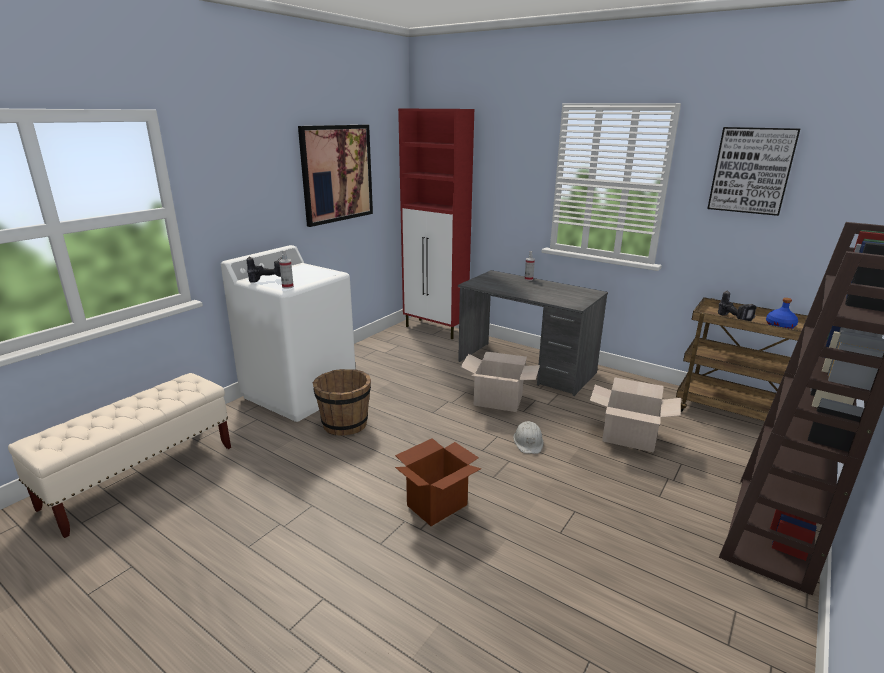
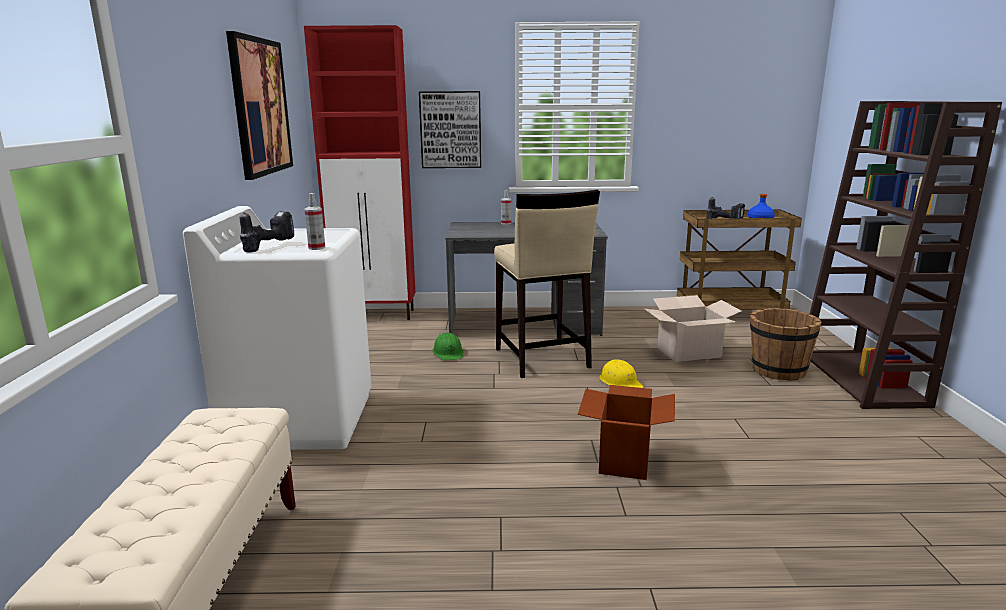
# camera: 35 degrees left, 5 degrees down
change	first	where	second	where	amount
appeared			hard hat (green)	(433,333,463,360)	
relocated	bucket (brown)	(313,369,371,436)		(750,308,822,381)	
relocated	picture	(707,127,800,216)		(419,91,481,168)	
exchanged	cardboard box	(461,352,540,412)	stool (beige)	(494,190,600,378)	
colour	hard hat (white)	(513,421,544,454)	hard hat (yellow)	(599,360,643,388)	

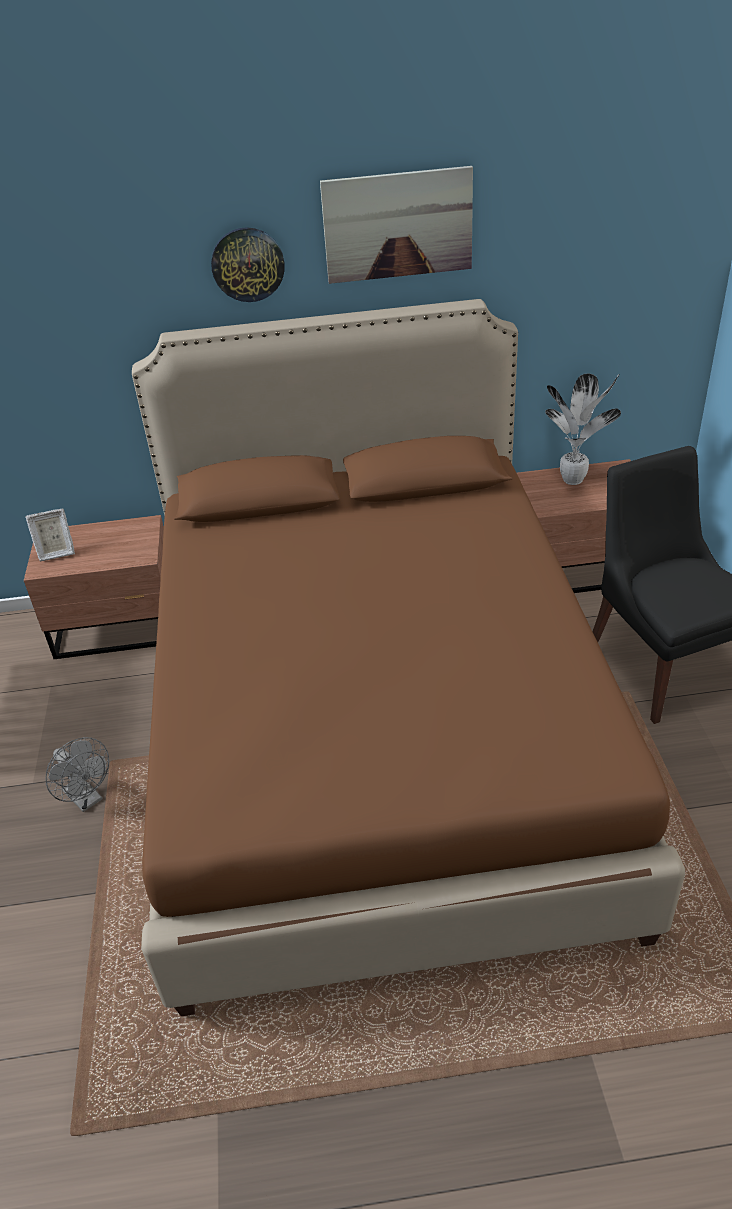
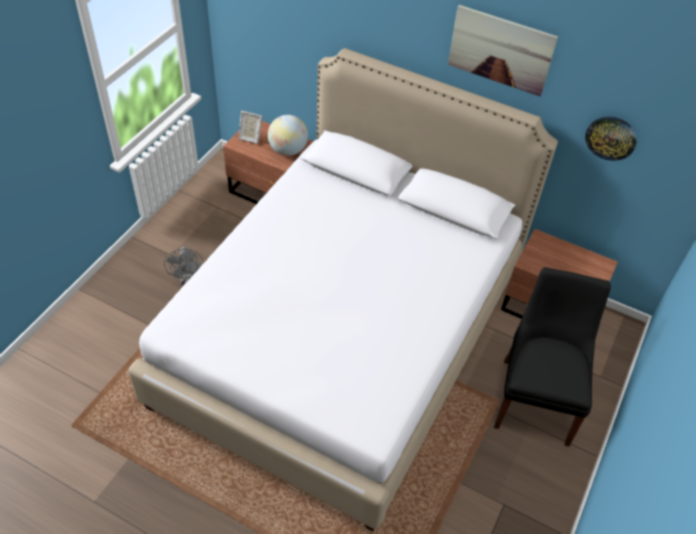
# camera: 30 degrees right, 10 degrees up
change	first	where	second	where	amount
missing	potted plant	(545,373,621,485)			
appeared			globe	(268,115,308,156)	
relocated	wall clock	(211,227,285,302)		(585,117,637,161)	
colour	bed (brown)	(132,299,685,1016)	bed (white)	(128,48,558,532)	

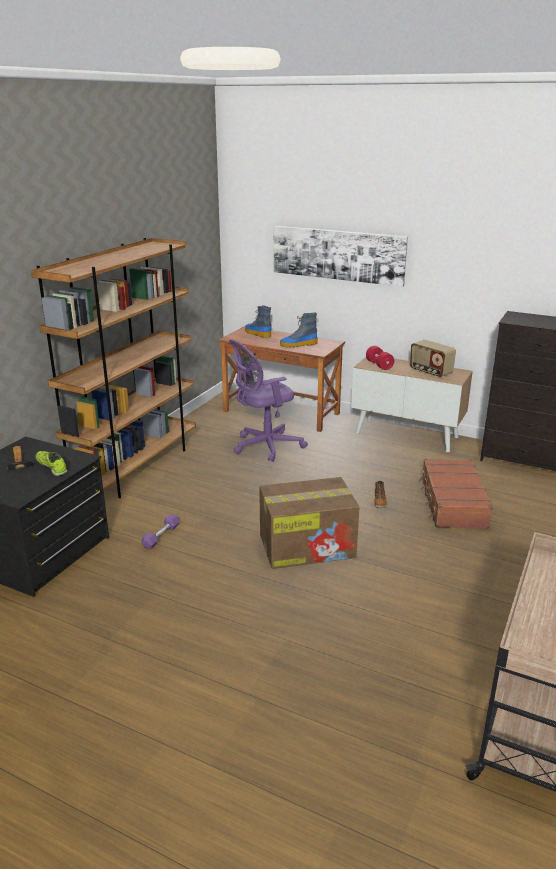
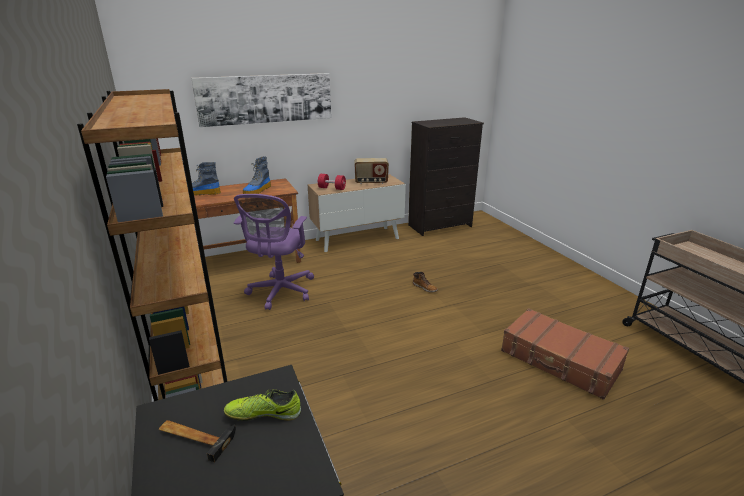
# camera: 50 degrees left, 0 degrees up
change	first	where	second	where	amount
missing	dumbbell (purple)	(141,514,180,549)			
missing	cardboard box	(259,477,359,569)			
relocated	suitcase (brown)	(419,459,493,529)		(501,308,629,400)	

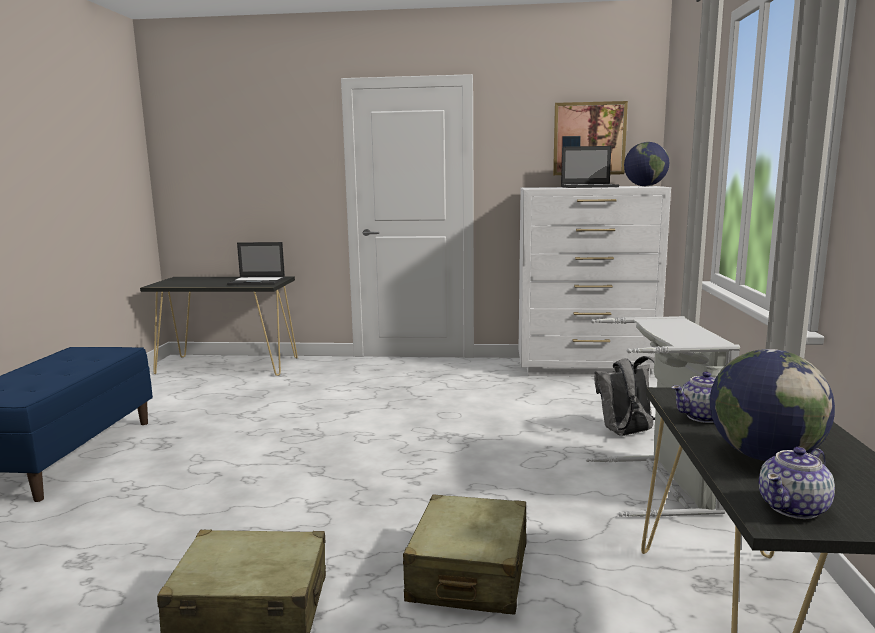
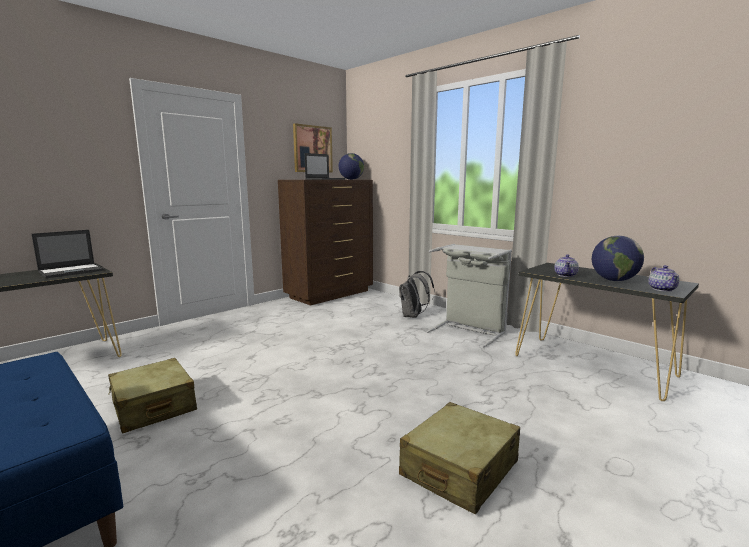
# camera: 50 degrees left, 0 degrees up
change	first	where	second	where	amount
relocated	suitcase (beige)	(403,494,527,615)		(108,358,197,434)	
colour	dresser (white)	(519,186,671,377)	dresser (brown)	(278,180,373,306)	

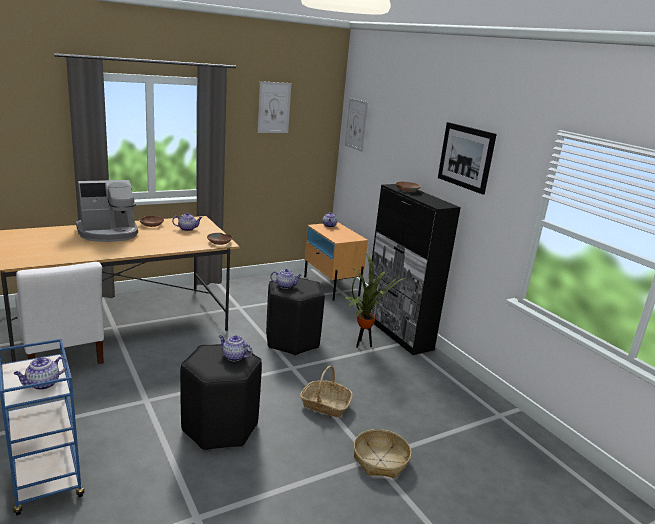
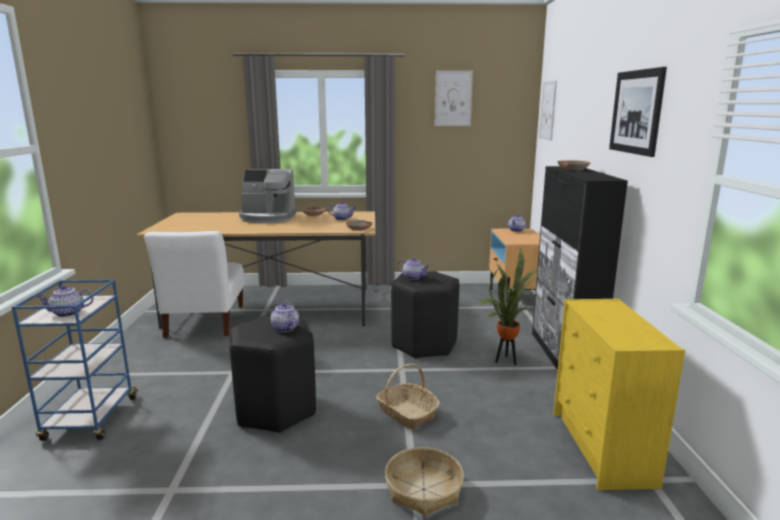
# camera: 30 degrees right, 5 degrees down
change	first	where	second	where	amount
appeared			dresser (yellow)	(553,299,685,490)	

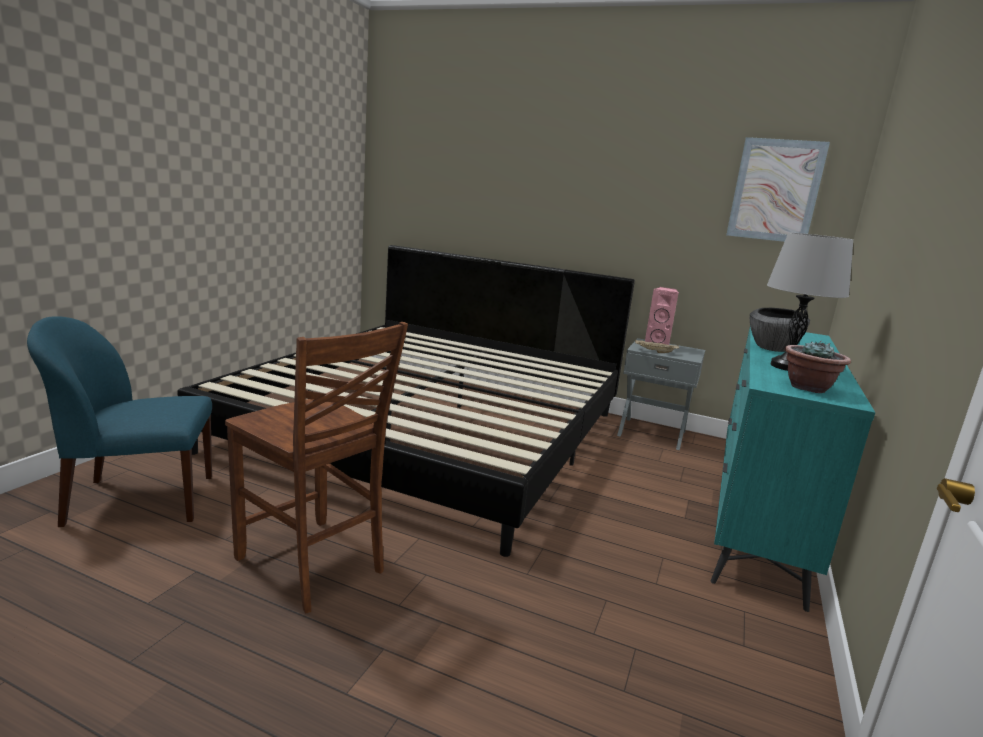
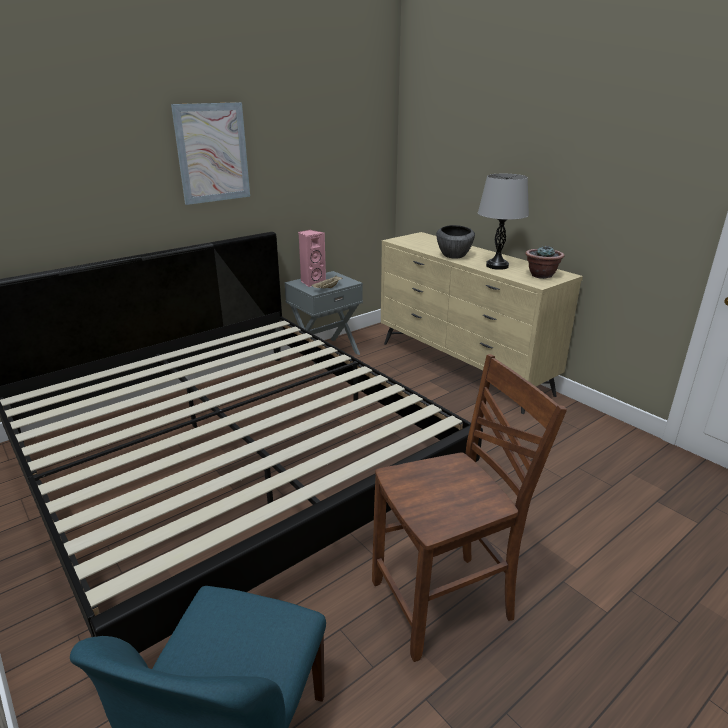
# camera: 60 degrees left, 10 degrees up
change	first	where	second	where	amount
relocated	picture	(726,137,830,242)		(171,102,250,205)	
colour	dresser (turquoise)	(711,327,875,612)	dresser (beige)	(381,232,583,414)	

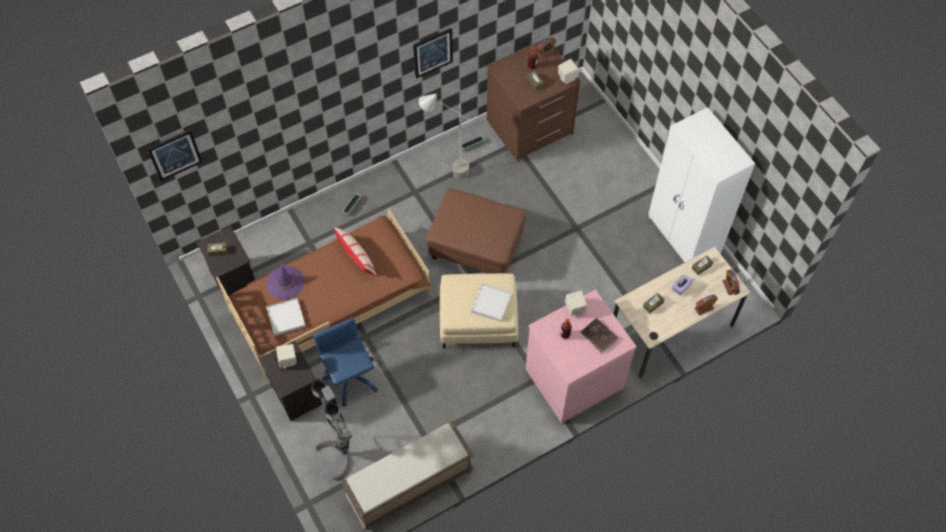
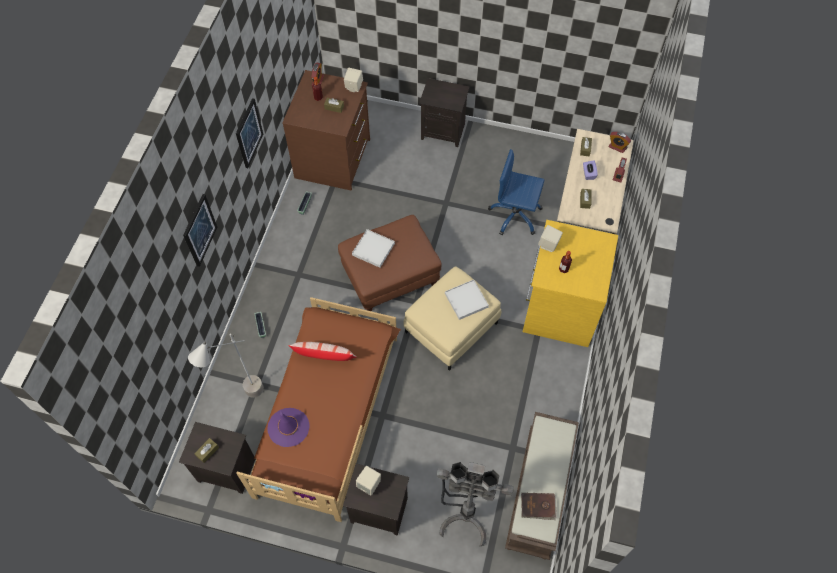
# camera: 45 degrees left, 0 degrees up
change	first	where	second	where	amount
missing	wardrobe (white)	(648,107,755,262)			
appeared			nightstand (black)	(419,78,470,147)	
relocated	picture	(147,129,202,181)		(183,194,217,267)	
relocated	tray (white)	(266,298,306,336)		(352,229,395,268)	
relocated	office chair (blue)	(313,317,378,407)		(488,149,544,235)	
relocated	floor lamp (grey)	(419,93,469,179)		(188,334,264,398)	
relocated	book (brown)	(581,318,618,353)		(521,493,557,520)	
colour	dresser (pink)	(526,290,637,423)	dresser (yellow)	(523,220,618,347)	

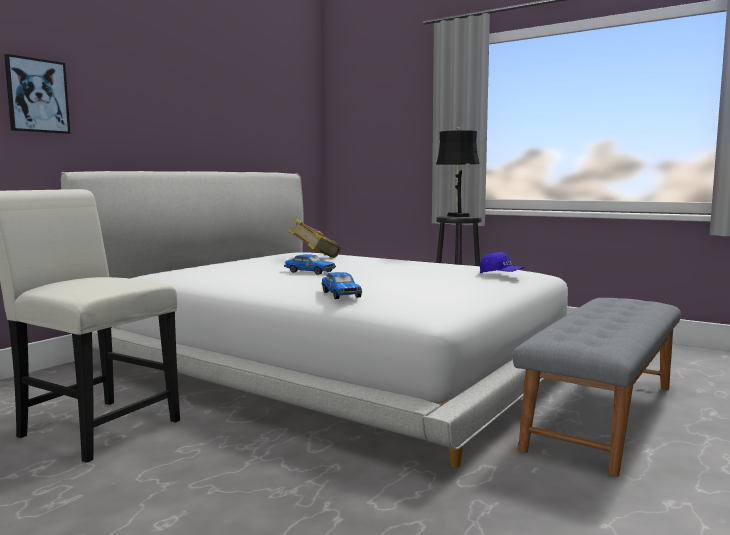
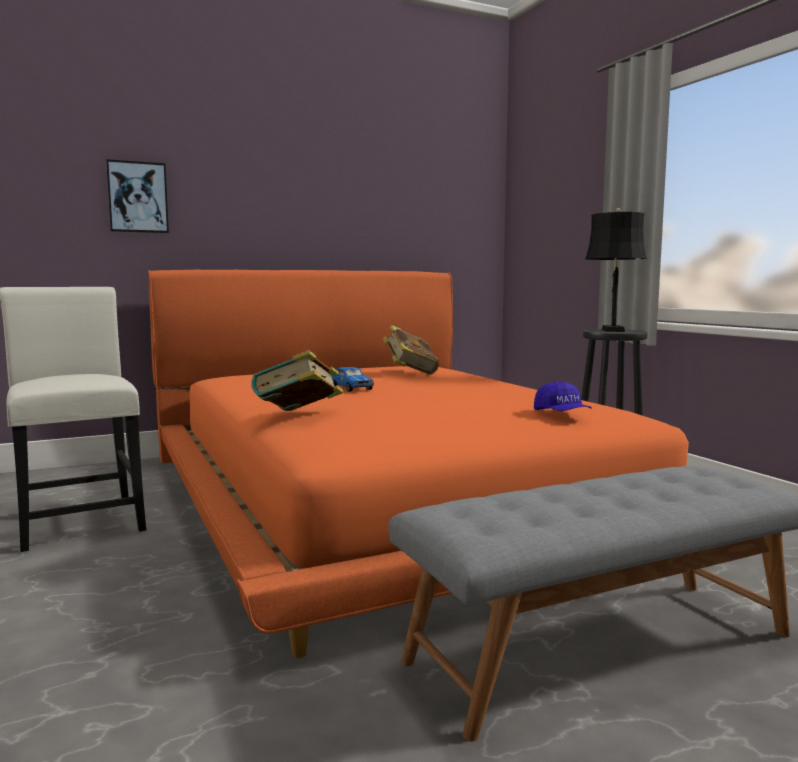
# camera: 30 degrees right, 0 degrees up
change	first	where	second	where	amount
exchanged	toy car	(321,272,362,299)	book	(252,350,344,411)	
colour	bed (white)	(61,171,568,468)	bed (orange)	(148,270,689,658)	

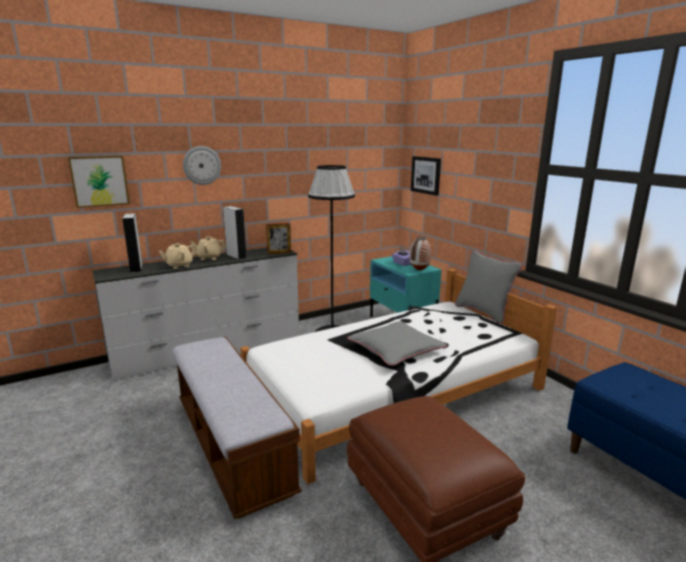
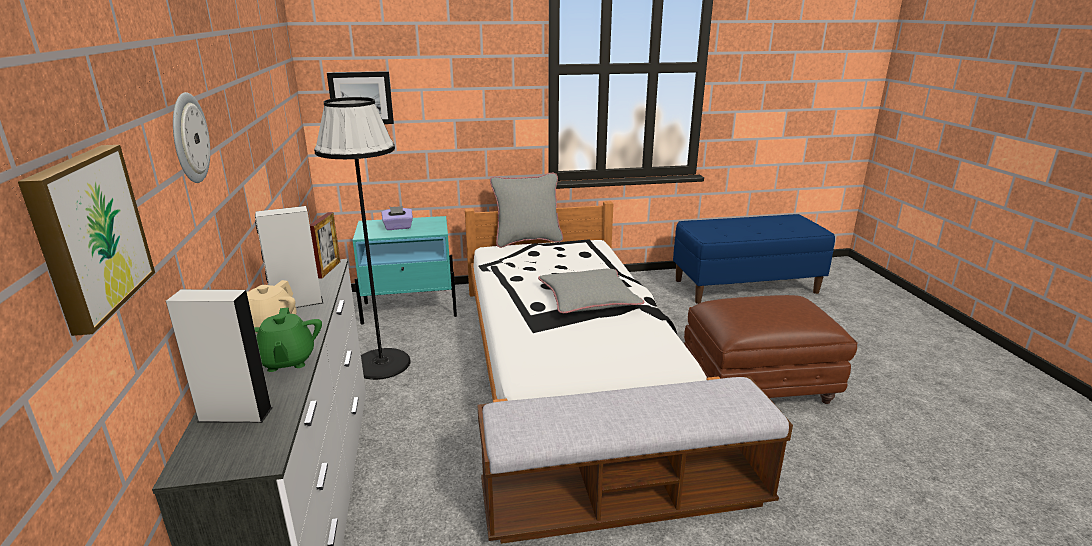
# camera: 70 degrees left, 5 degrees up
change	first	where	second	where	amount
missing	vase	(409,236,432,271)			
colour	teapot (beige)	(158,243,197,269)	teapot (green)	(254,308,322,372)	

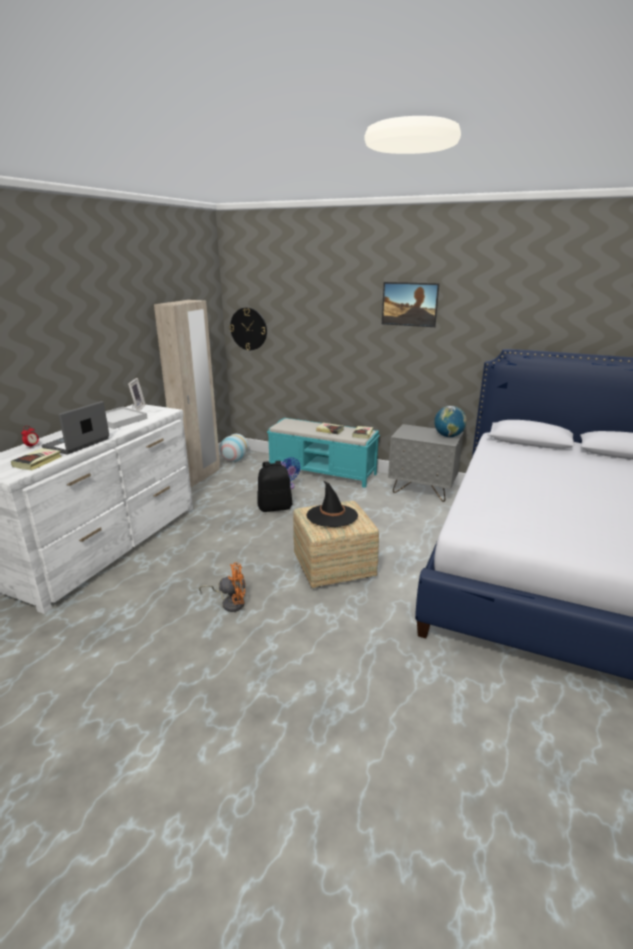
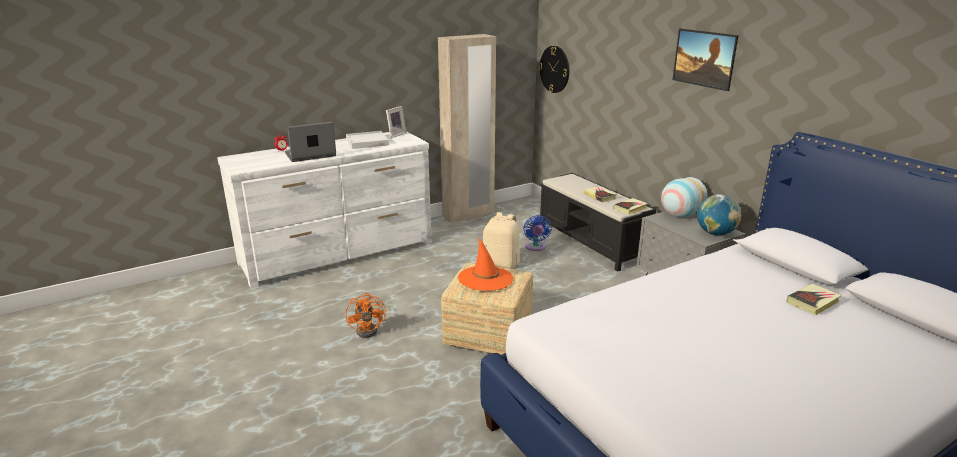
# camera: 35 degrees right, 0 degrees up
change	first	where	second	where	amount
relocated	book	(11,448,62,470)		(787,284,842,315)	
relocated	vase	(219,434,248,462)		(661,177,707,217)	
colour	backpack (black)	(257,461,292,512)	backpack (beige)	(483,212,520,269)	
colour	bench (turquoise)	(267,418,380,488)	bench (black)	(540,173,656,272)	
colour	hat (black)	(306,480,358,527)	hat (orange)	(458,238,513,291)	
spun	fan (orange)	(199,562,245,612)		(345,292,387,338)	45 degrees clockwise

